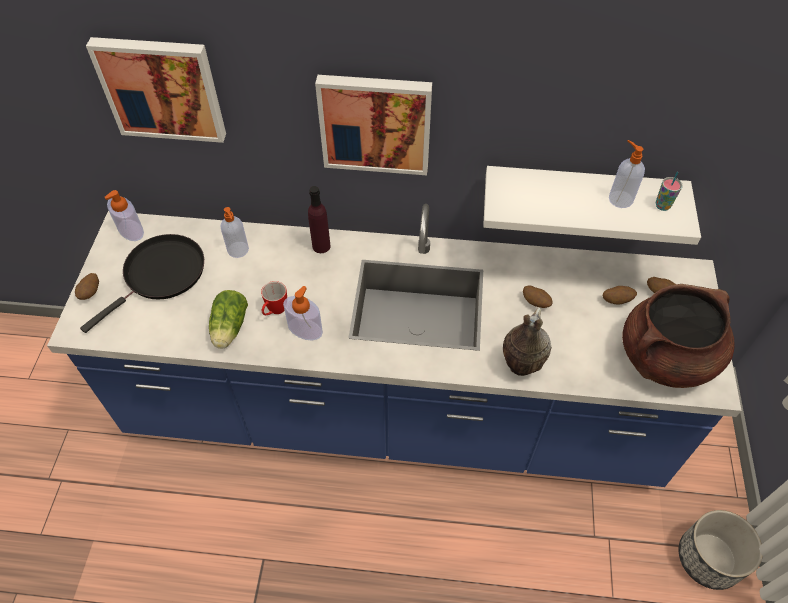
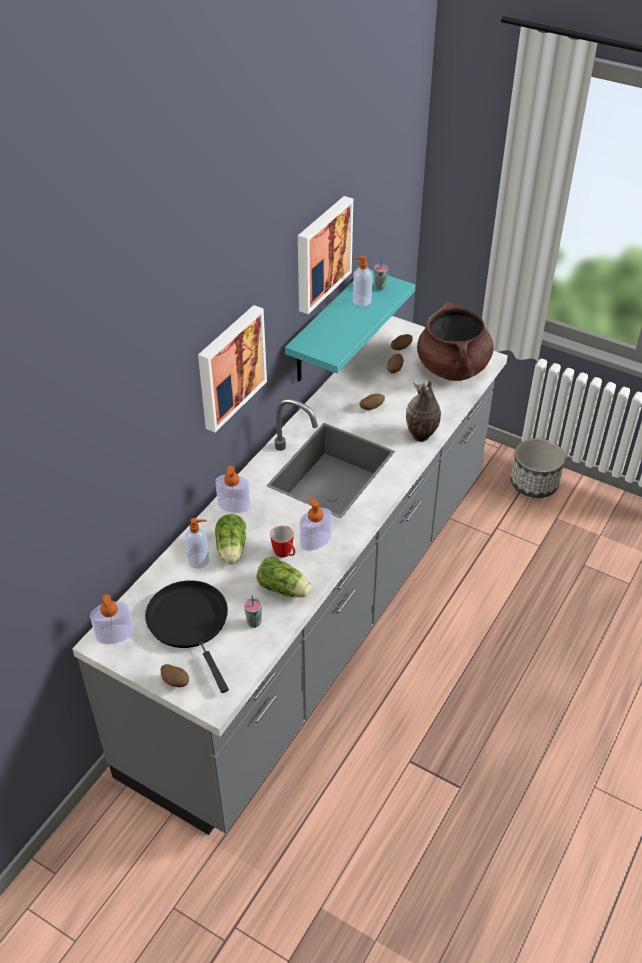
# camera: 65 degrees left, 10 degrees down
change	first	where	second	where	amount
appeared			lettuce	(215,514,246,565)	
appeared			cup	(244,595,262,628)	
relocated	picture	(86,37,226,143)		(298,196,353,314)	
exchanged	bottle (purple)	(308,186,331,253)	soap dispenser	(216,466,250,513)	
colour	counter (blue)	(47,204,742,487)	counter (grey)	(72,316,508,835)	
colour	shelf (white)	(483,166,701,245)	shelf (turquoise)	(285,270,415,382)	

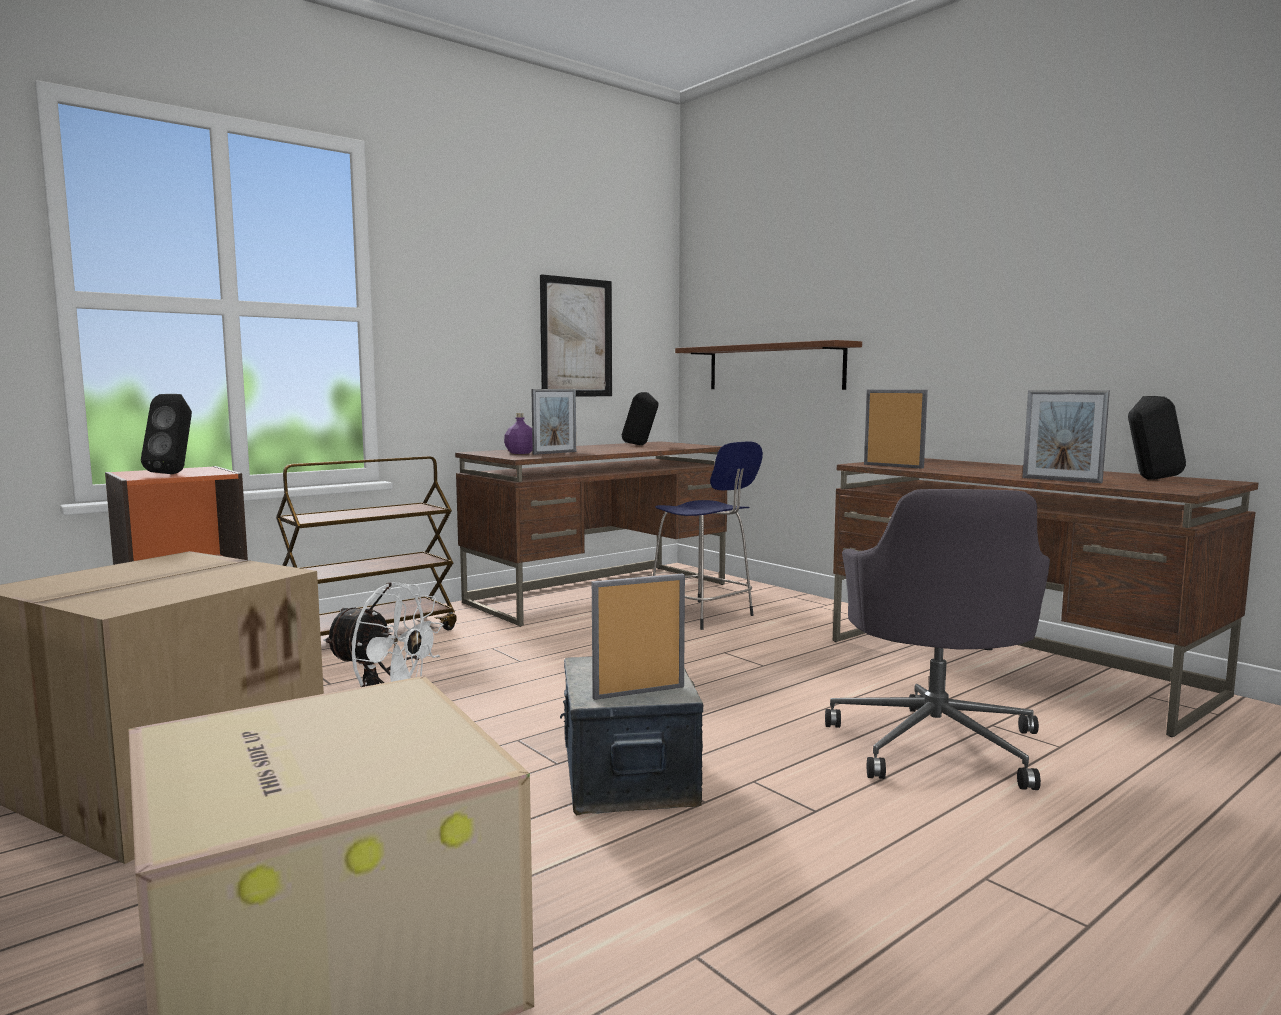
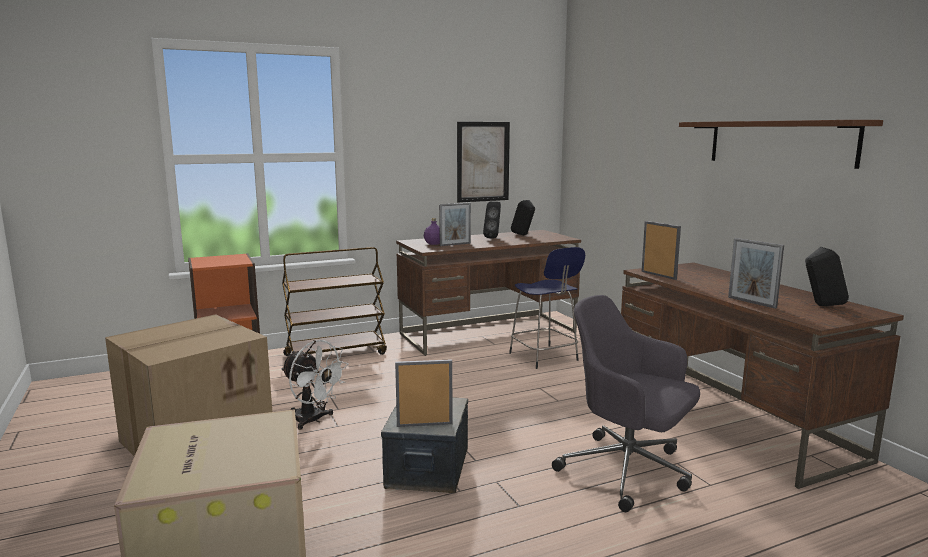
# camera: 15 degrees right, 5 degrees up
change	first	where	second	where	amount
relocated	speaker (black)	(141,394,192,474)		(483,201,501,239)	
relocated	shelf (brown)	(675,340,862,390)		(679,120,883,169)	
spun	office chair (grey)	(825,489,1050,790)		(552,295,700,512)	105 degrees clockwise

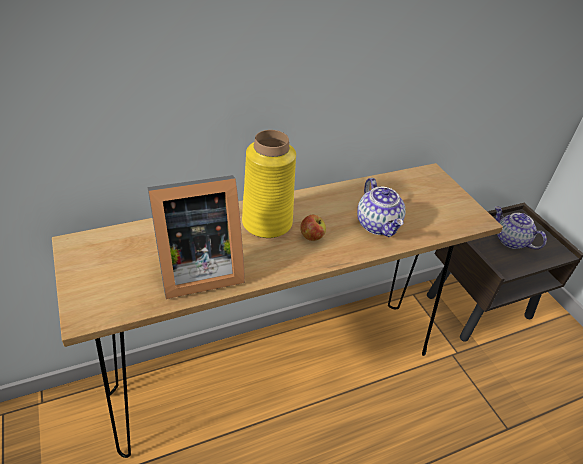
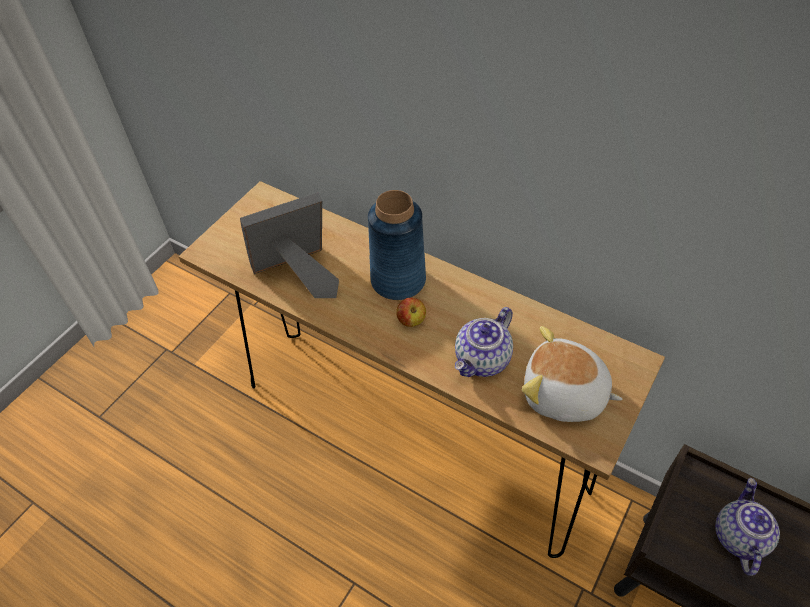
# camera: 60 degrees right, 10 degrees up
change	first	where	second	where	amount
appeared			plush toy	(522,326,623,422)	
colour	vase (yellow)	(242,130,296,238)	vase (blue)	(368,190,426,300)	
spun	picture frame	(147,175,245,299)		(240,192,339,298)	120 degrees clockwise

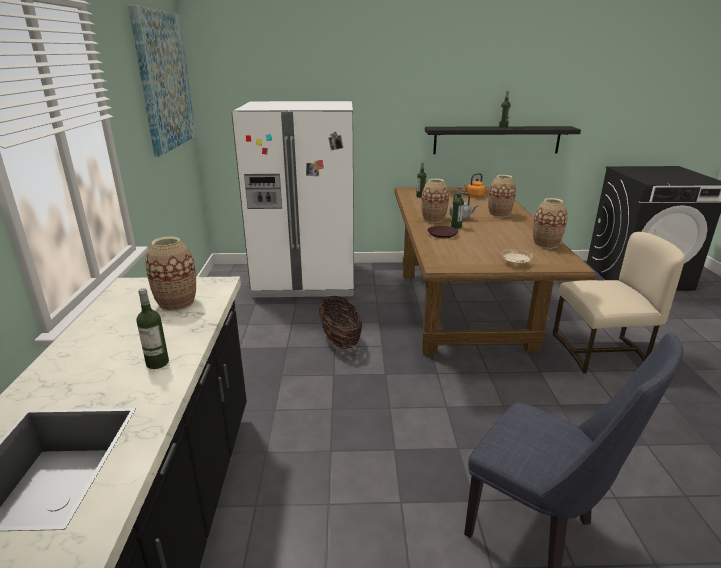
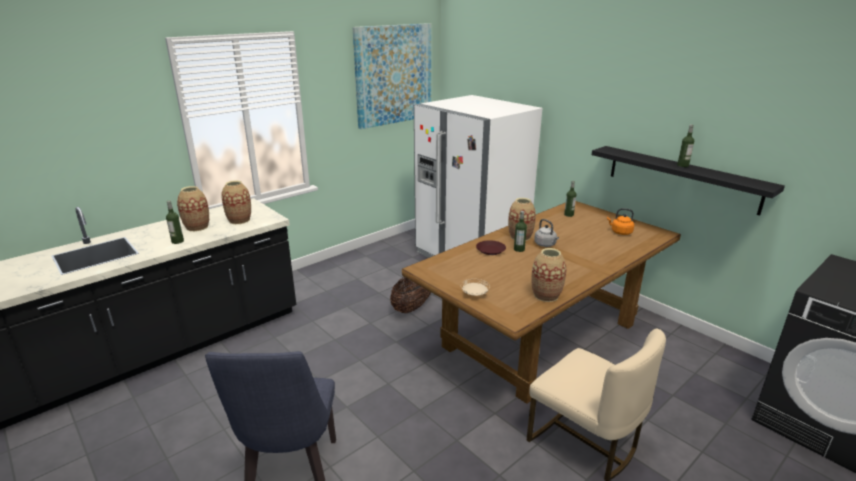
# camera: 50 degrees right, 0 degrees up
change	first	where	second	where	amount
relocated	vase	(488,175,516,217)		(177,186,209,231)	

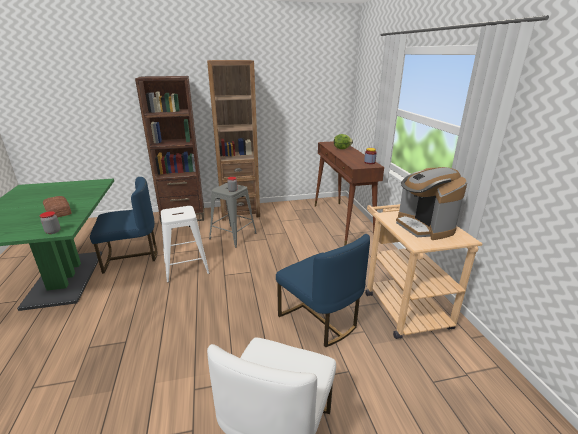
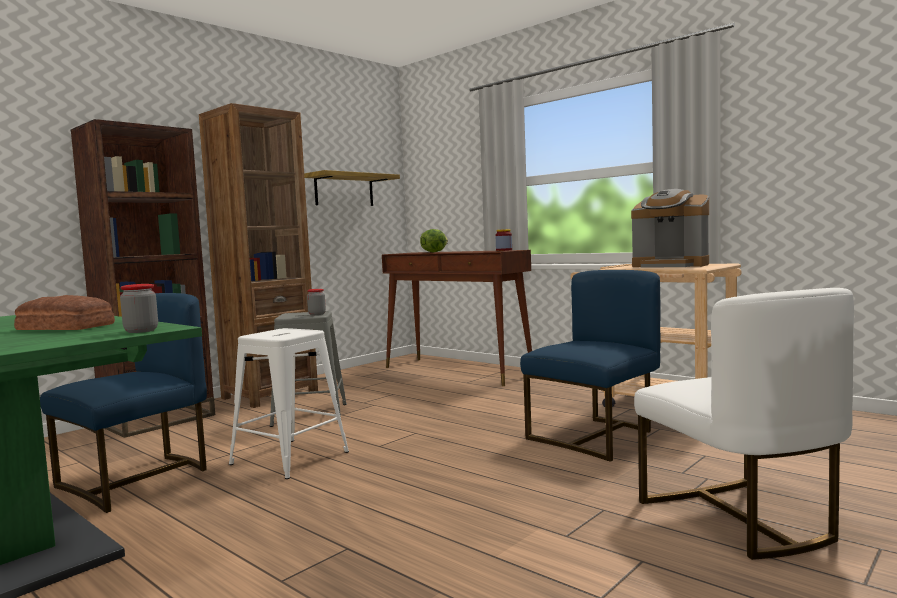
# camera: 35 degrees left, 20 degrees down
change	first	where	second	where	amount
appeared			shelf	(304,170,400,206)	
spun	chair (blue)	(276,234,370,347)		(520,270,660,462)	60 degrees counterclockwise

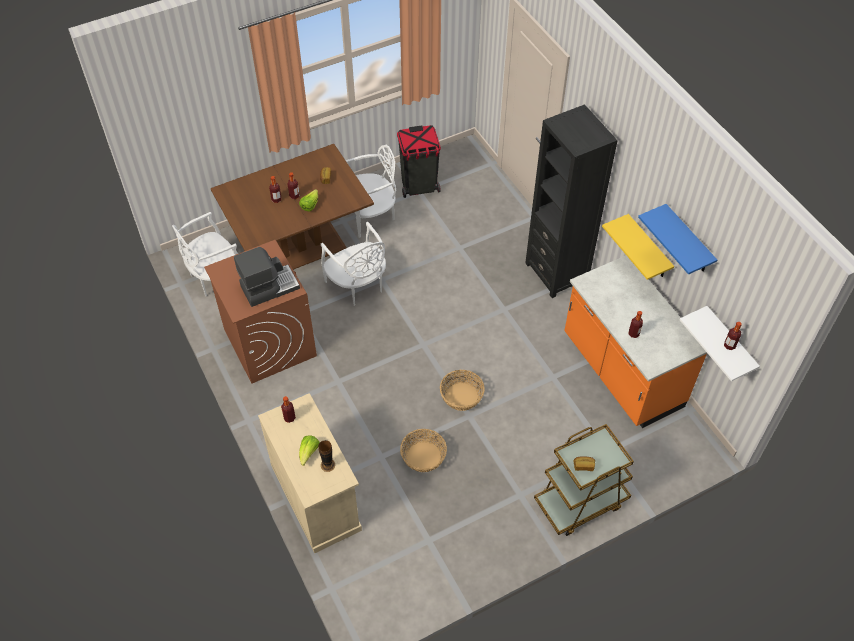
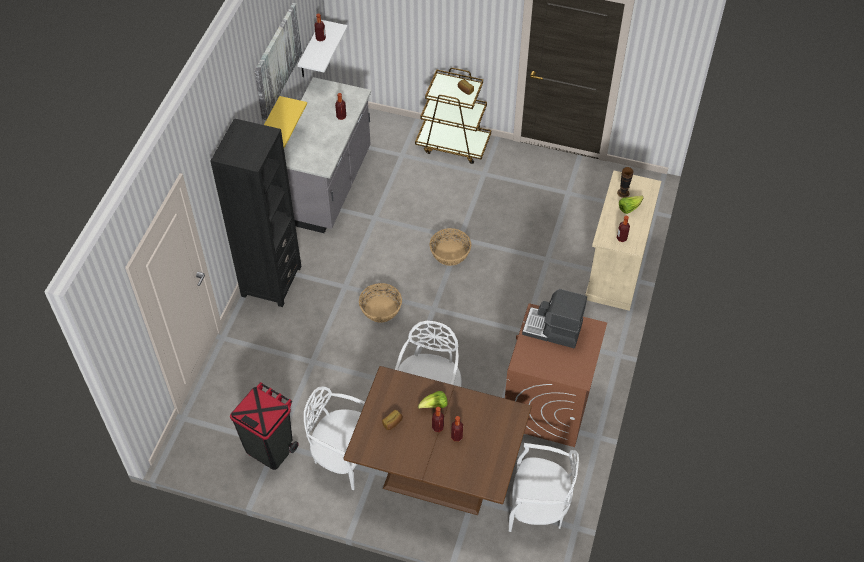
# camera: 135 degrees left, 0 degrees up
change	first	where	second	where	amount
relocated	basket	(400,429,447,472)		(359,283,402,323)	
exchanged	shelf (blue)	(638,204,717,274)	picture	(254,3,302,120)	
colour	counter (orange)	(564,255,707,428)	counter (grey)	(284,77,371,233)	

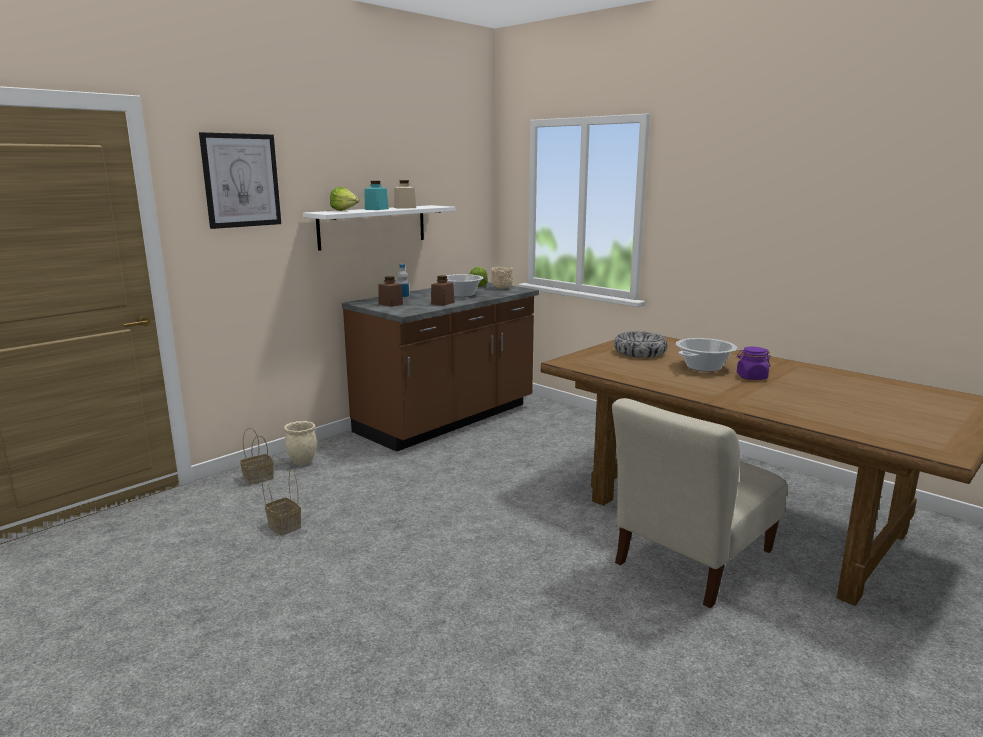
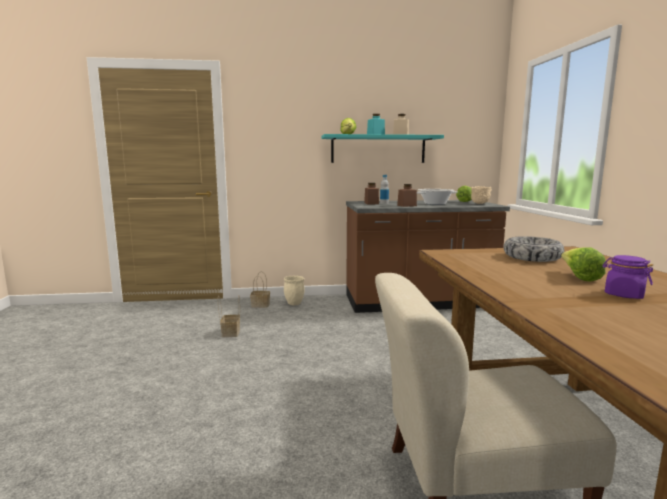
# camera: 40 degrees right, 5 degrees down
change	first	where	second	where	amount
missing	picture	(199,132,281,229)			
exchanged	cooking pot	(676,338,737,372)	lettuce	(561,247,606,282)	
colour	shelf (white)	(303,205,455,251)	shelf (turquoise)	(322,134,444,163)	

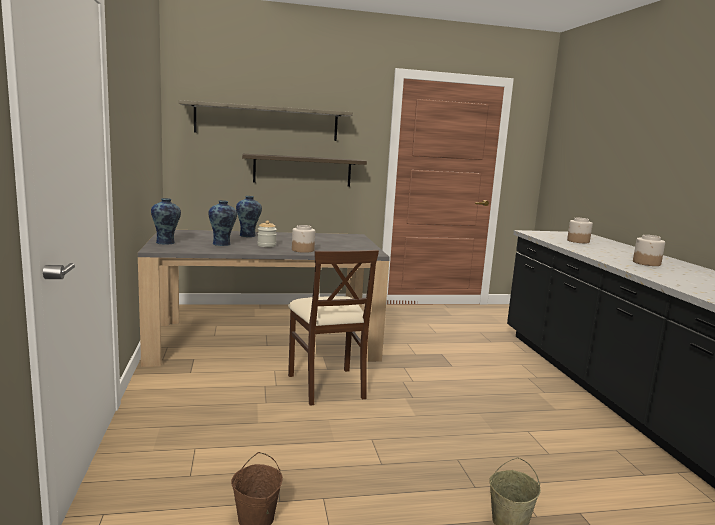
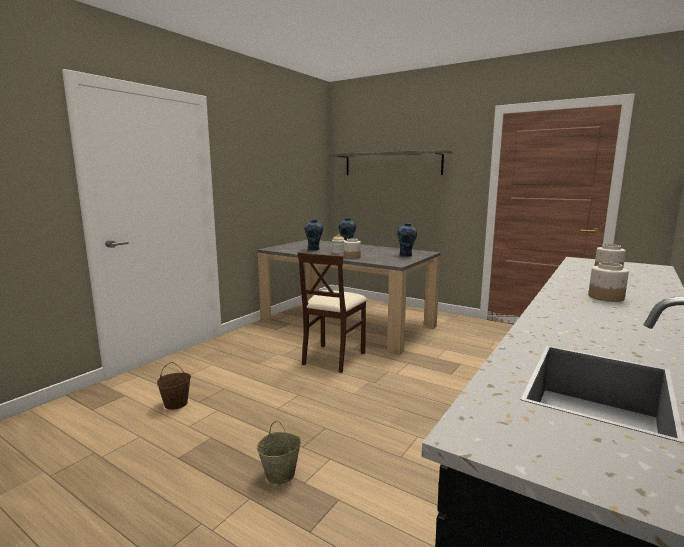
# camera: 45 degrees right, 0 degrees up
change	first	where	second	where	amount
missing	shelf	(242,154,367,187)			
relocated	vase	(151,198,181,245)		(397,223,417,257)	

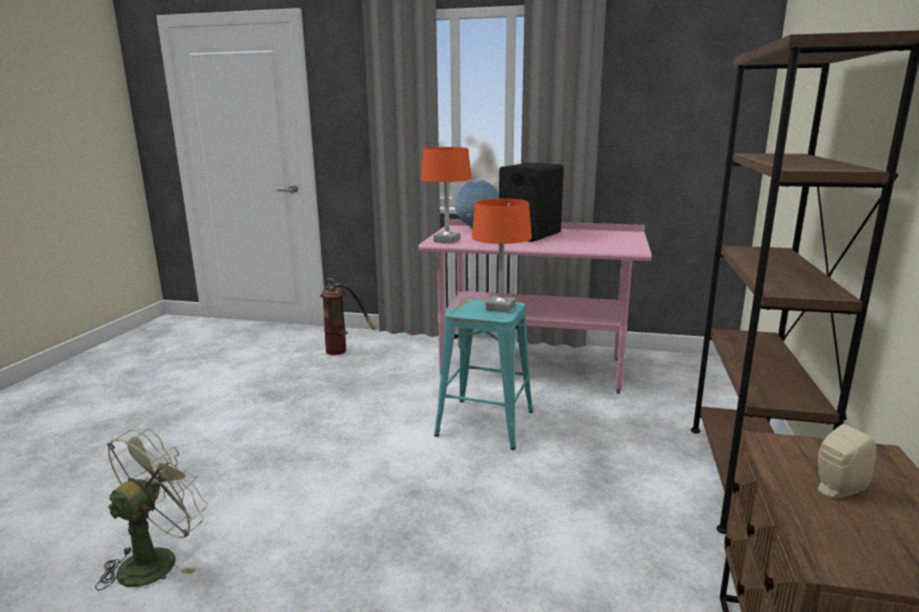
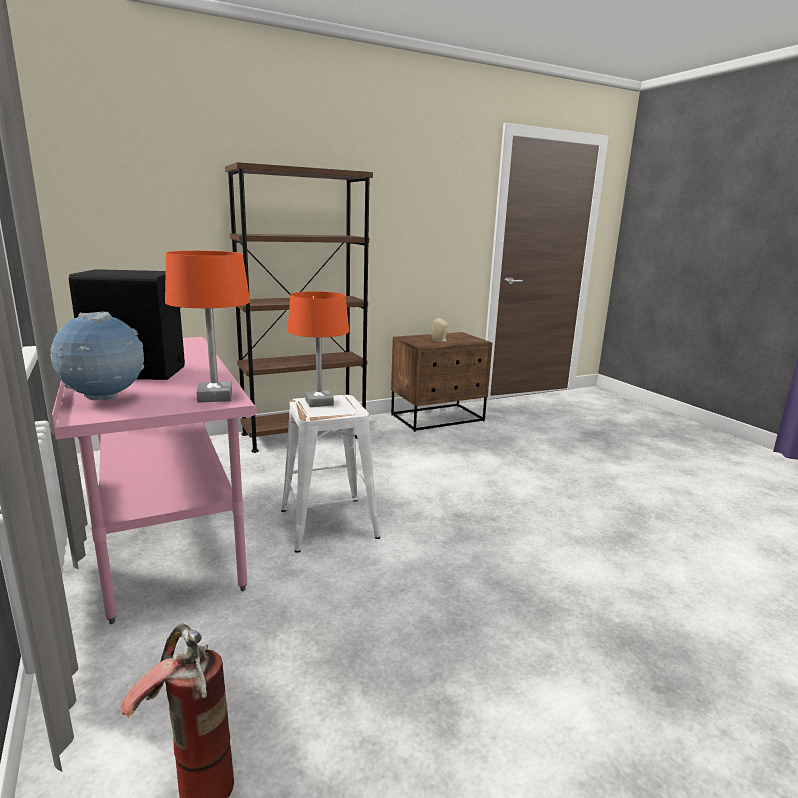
# camera: 130 degrees left, 0 degrees up
change	first	where	second	where	amount
missing	fan (green)	(95,429,208,591)			
colour	stool (turquoise)	(434,297,533,450)	stool (white)	(281,395,380,553)	

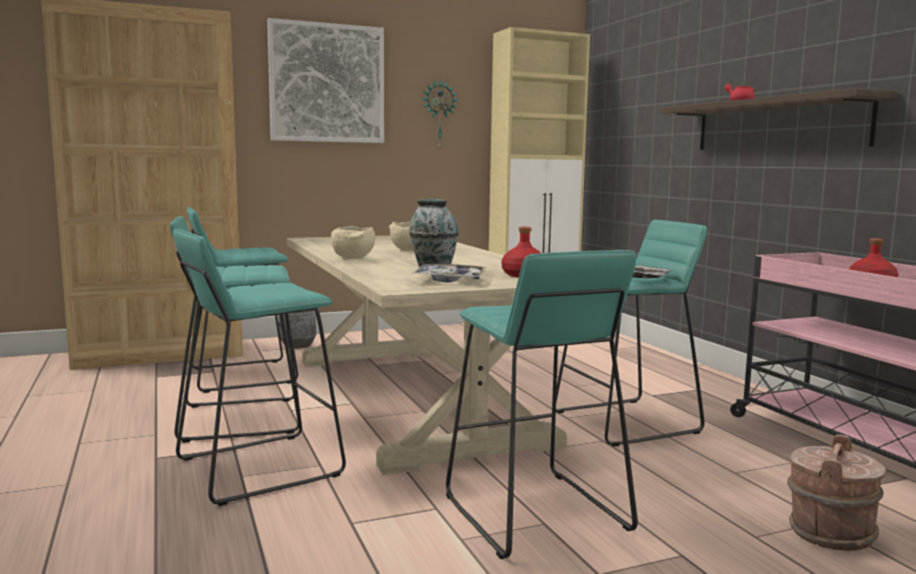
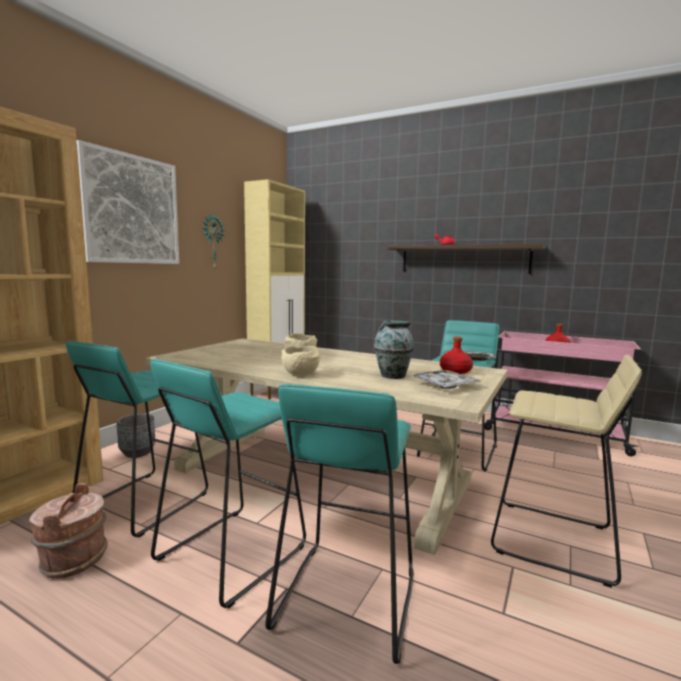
# camera: 40 degrees left, 0 degrees up
change	first	where	second	where	amount
relocated	bucket (brown)	(787,434,886,551)		(29,483,108,579)	
colour	stool (turquoise)	(446,250,638,559)	stool (beige)	(491,355,642,588)	

